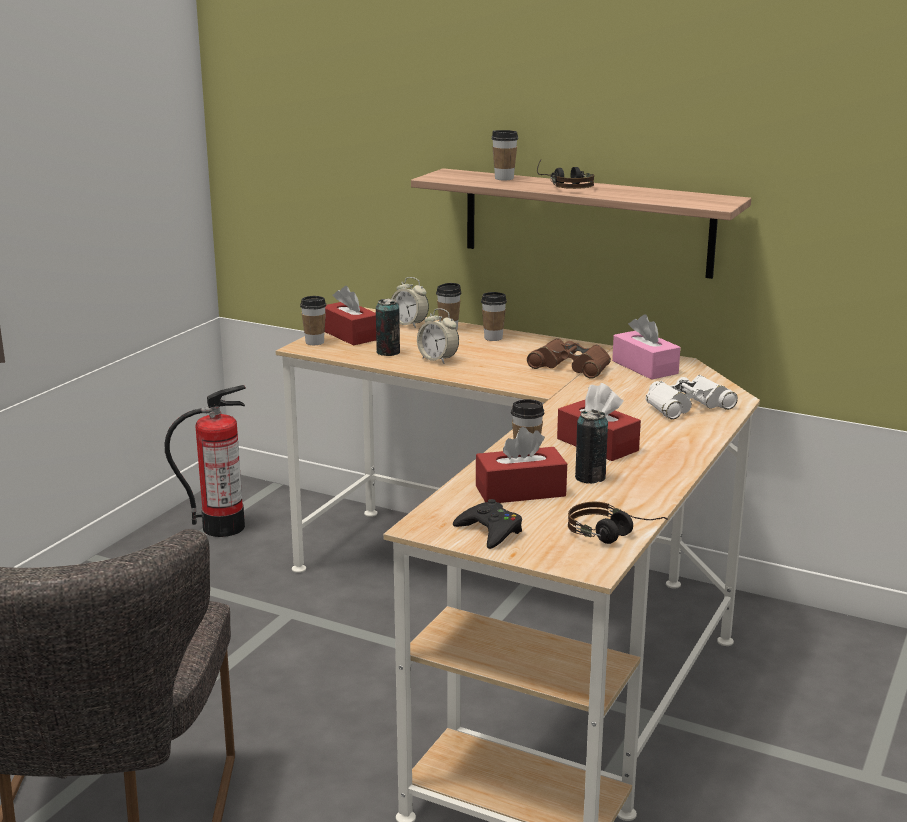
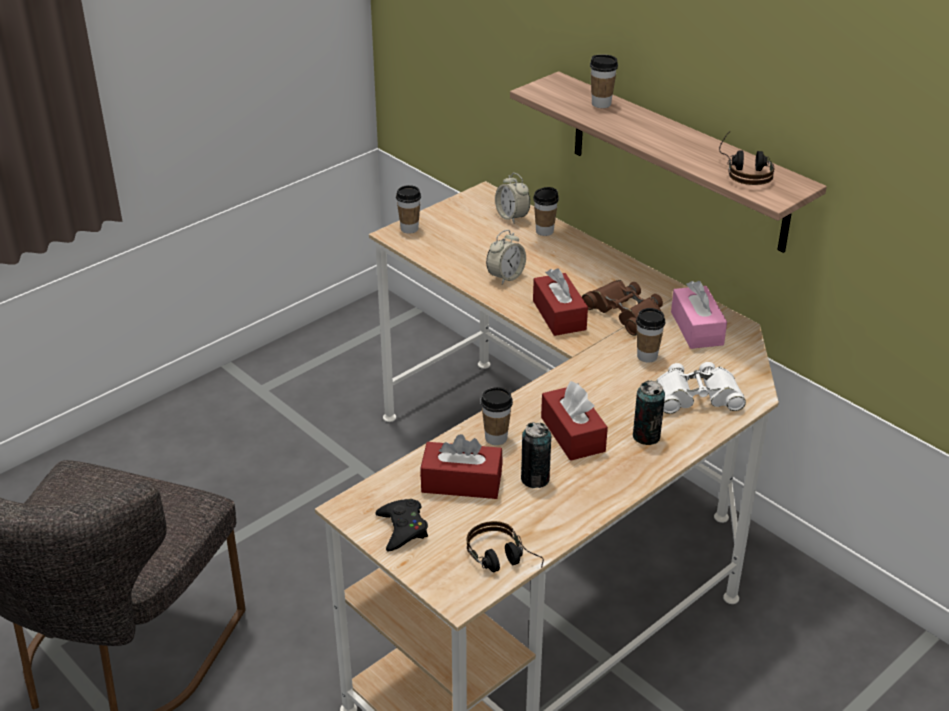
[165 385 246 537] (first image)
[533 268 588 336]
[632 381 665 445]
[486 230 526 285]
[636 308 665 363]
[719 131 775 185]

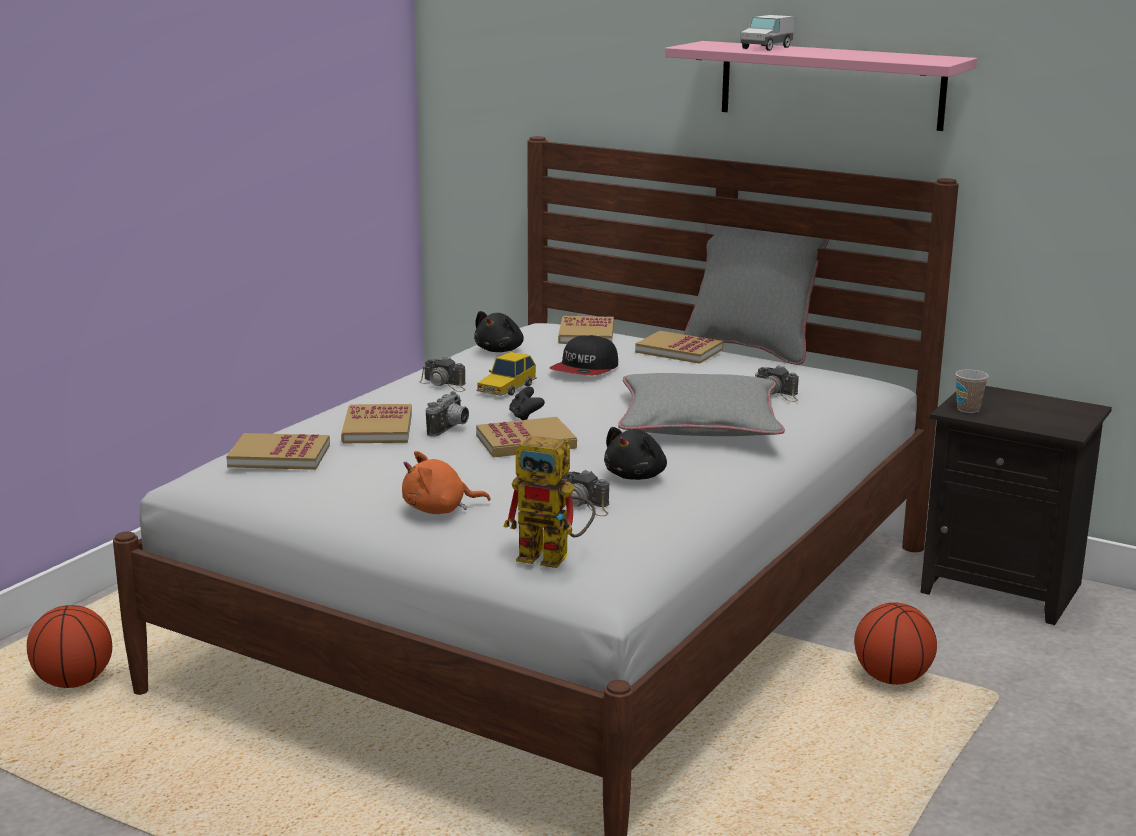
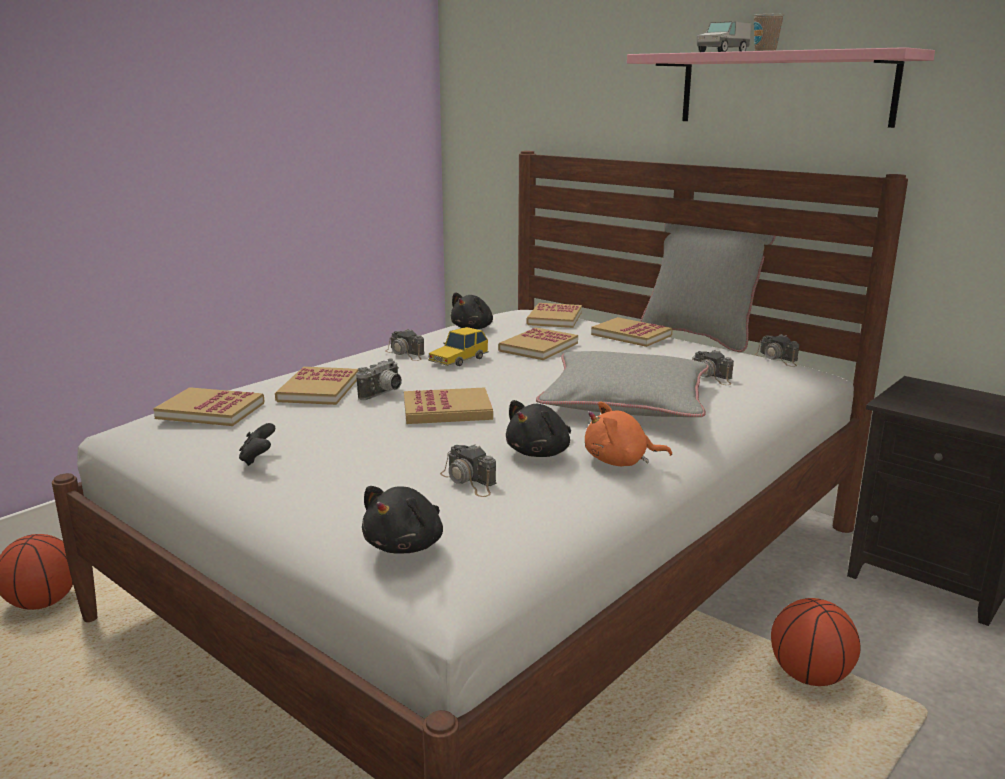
[585 401 672 466]
[362 486 443 554]
[239 423 276 466]
[498 327 578 360]
[753 14 784 51]
[755 334 799 367]

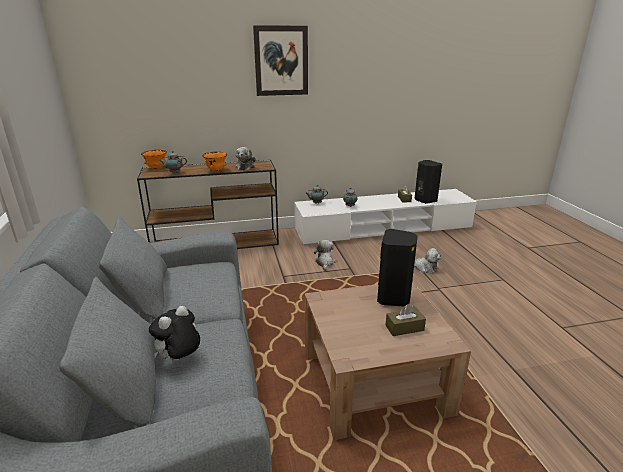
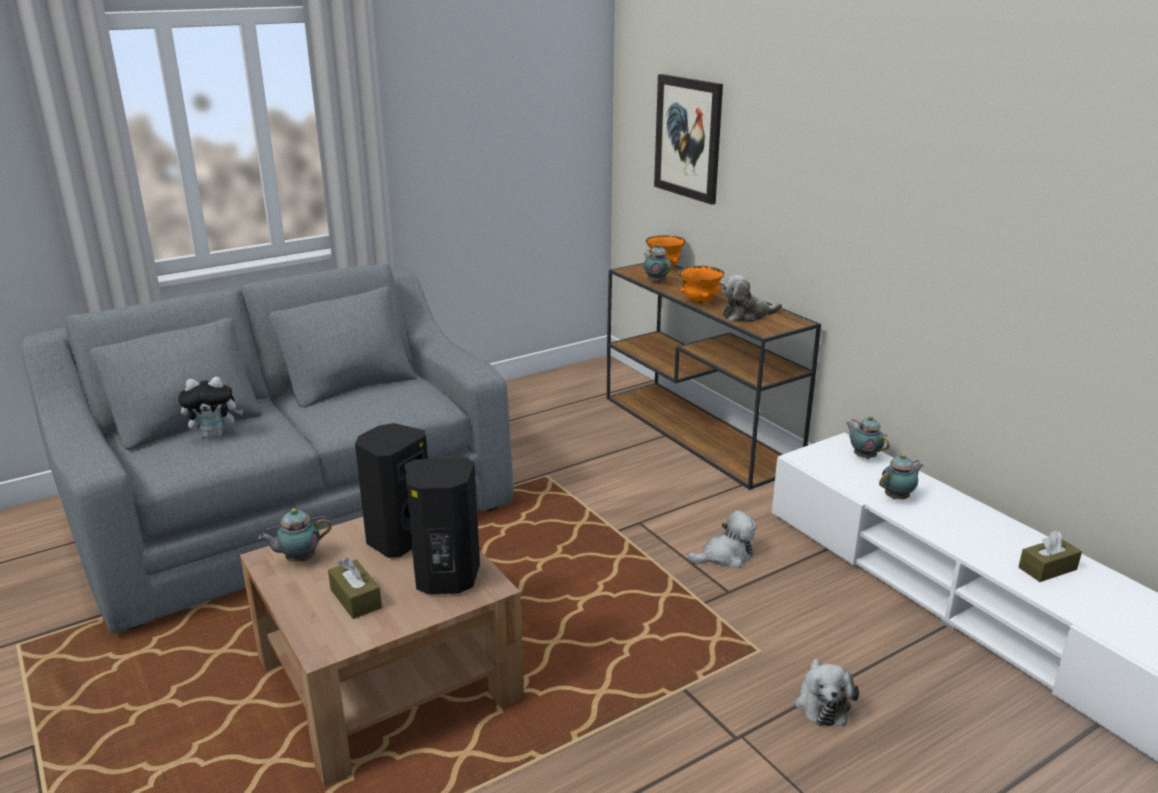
[178 377 244 438]
[654 74 723 205]
[355 423 428 558]
[258 508 332 562]

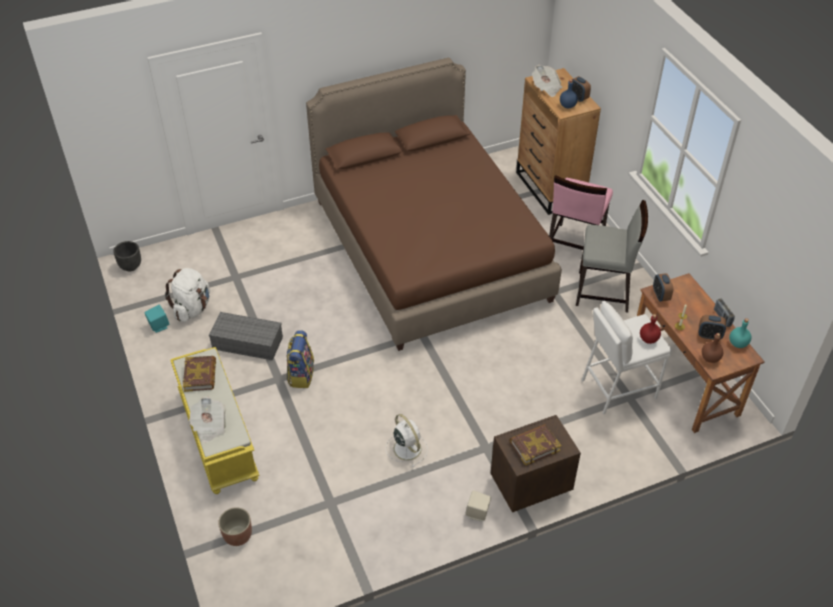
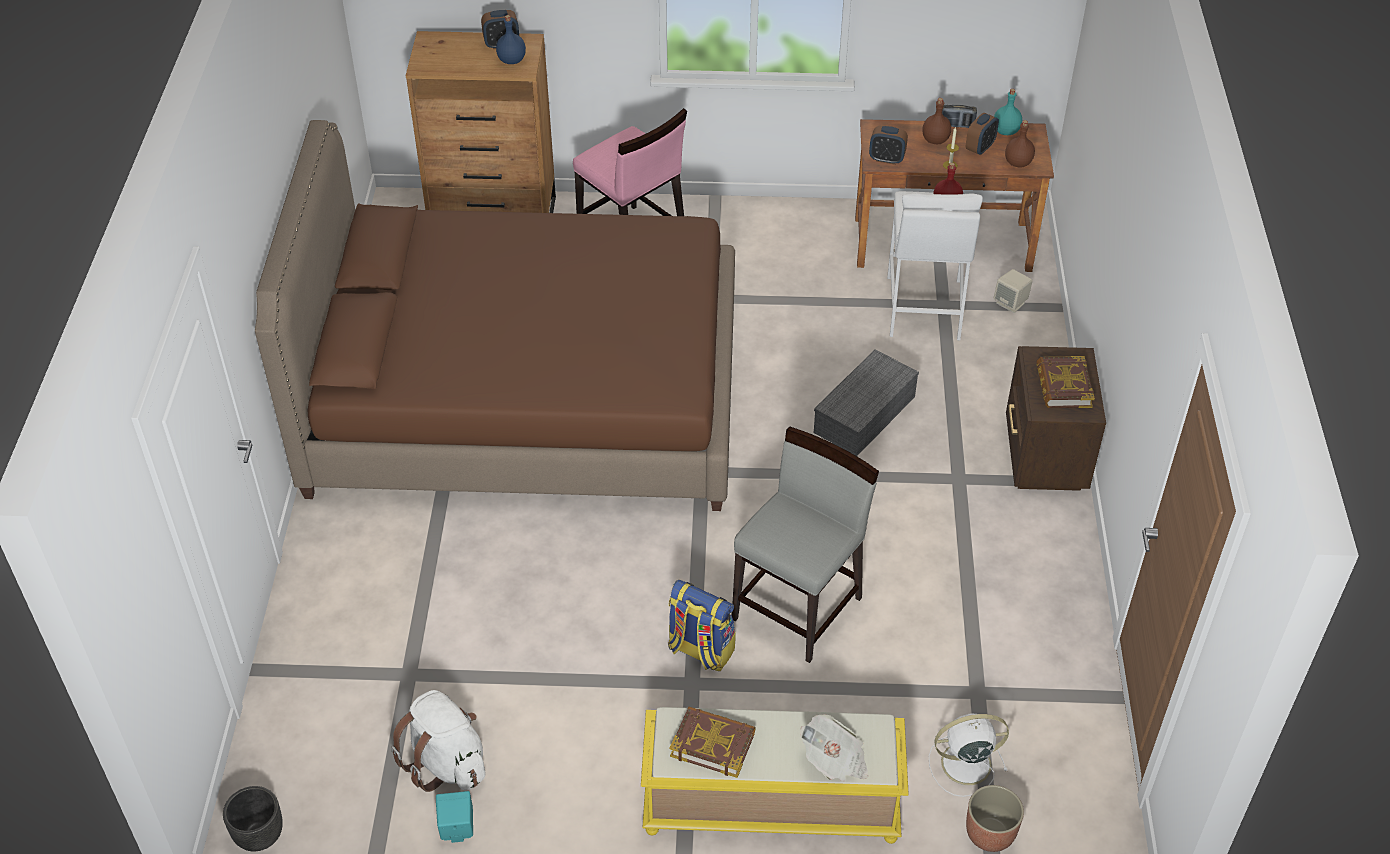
[814 349 919 456]
[929 713 1009 797]
[994 269 1033 313]
[532 65 562 97] (first image)
[732 427 879 663]
[922 98 951 144]

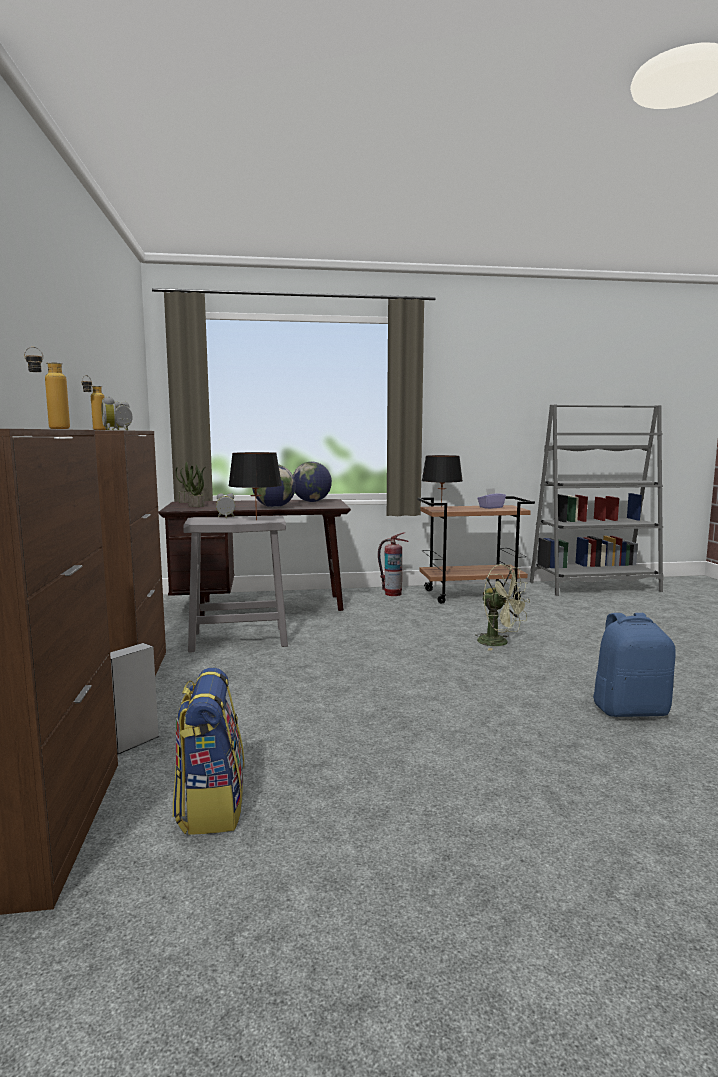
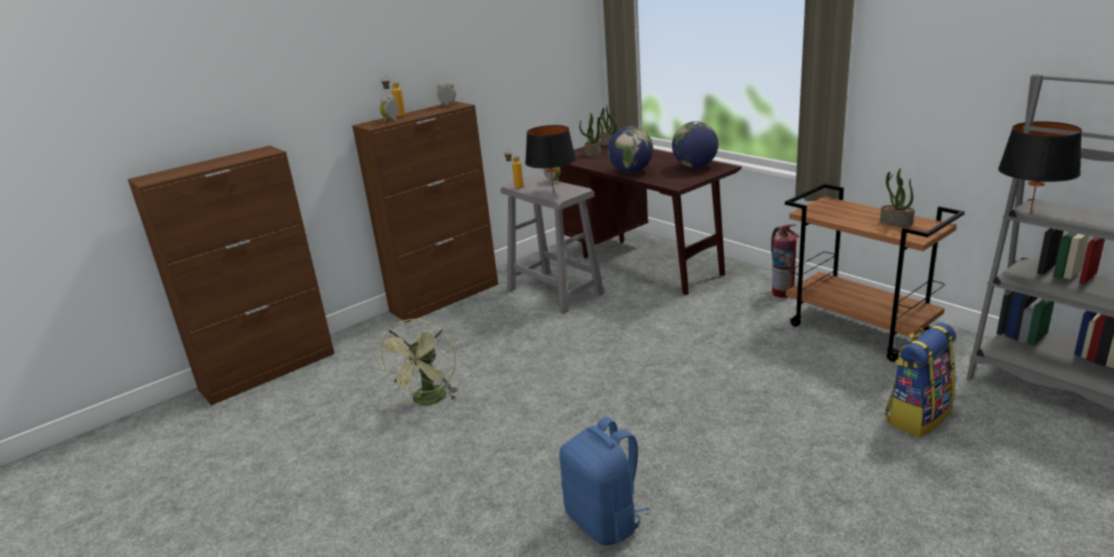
[504 149 524 188]
[110 643 159 755] (first image)
[885 323 956 438]
[998 121 1082 215]
[377 319 458 405]
[880 168 915 227]

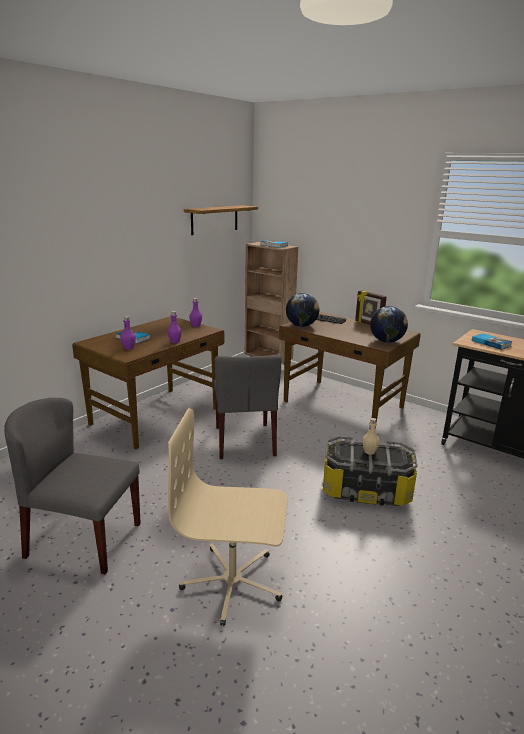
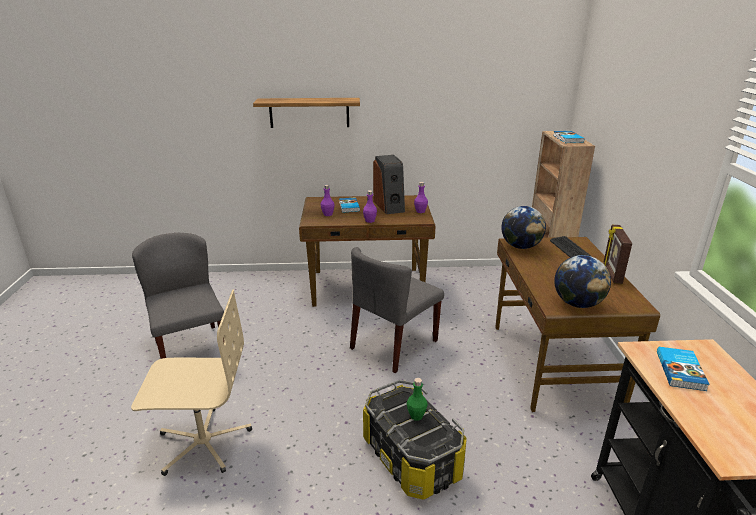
[131 289 252 476]
[253 98 360 128]
[407 378 428 421]
[373 155 405 214]

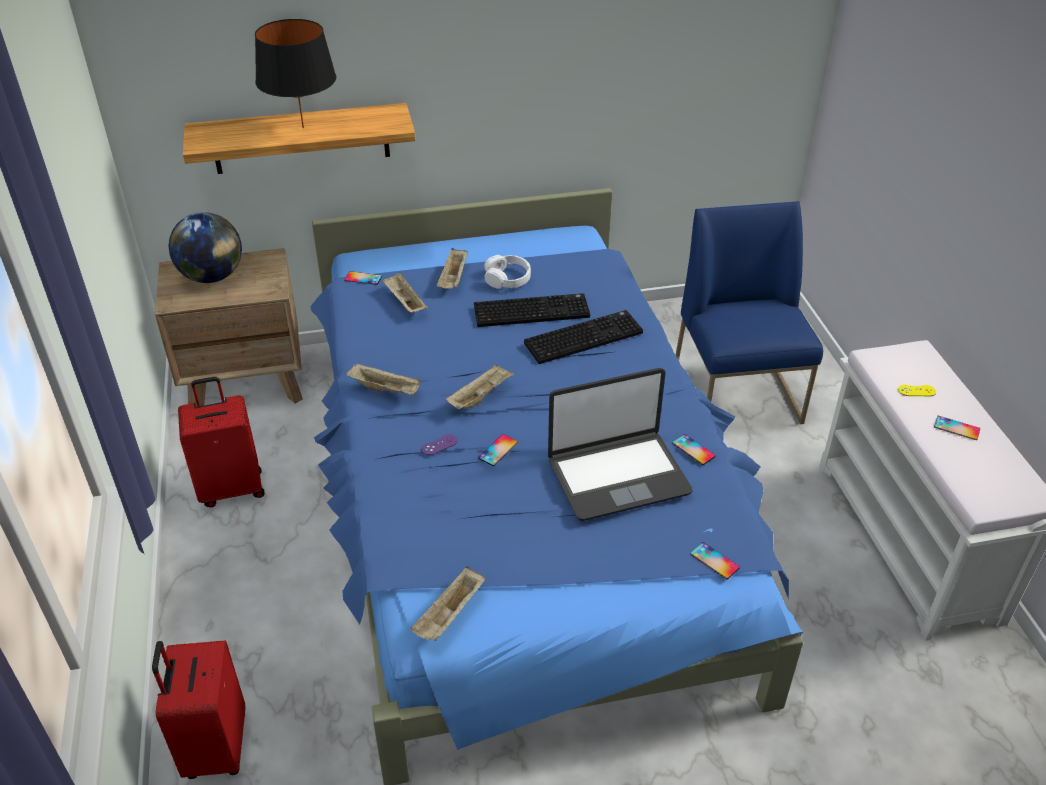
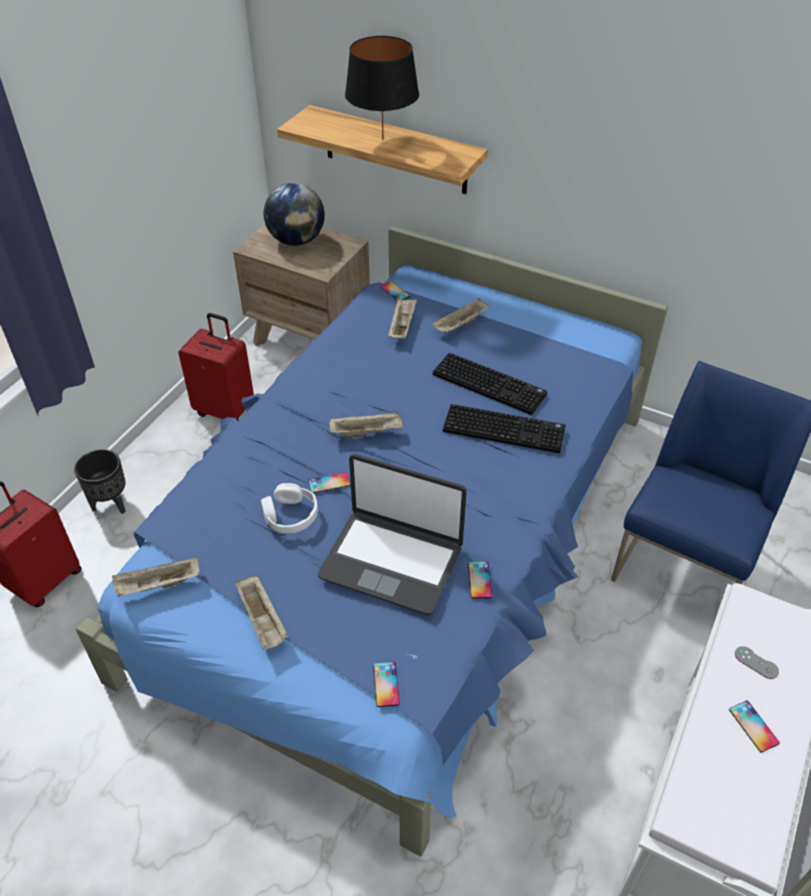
[235 575 288 650]
[421 434 458 455] (first image)
[261 483 318 534]
[735 646 779 679]
[74 449 126 514]

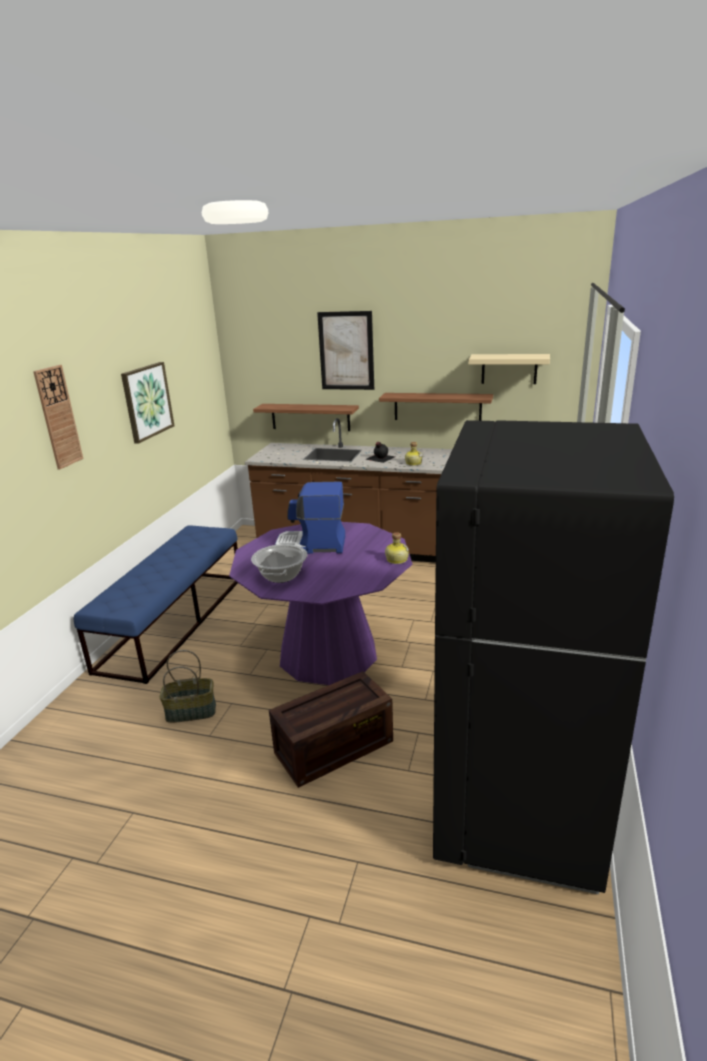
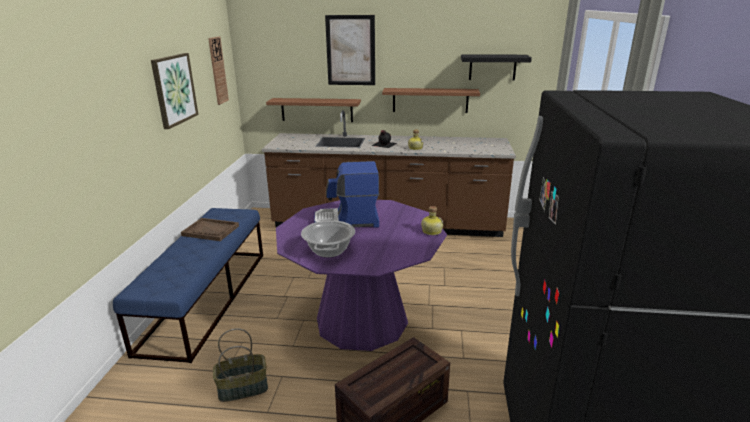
[208 36 229 105]
[461 54 532 80]
[181 218 239 241]

